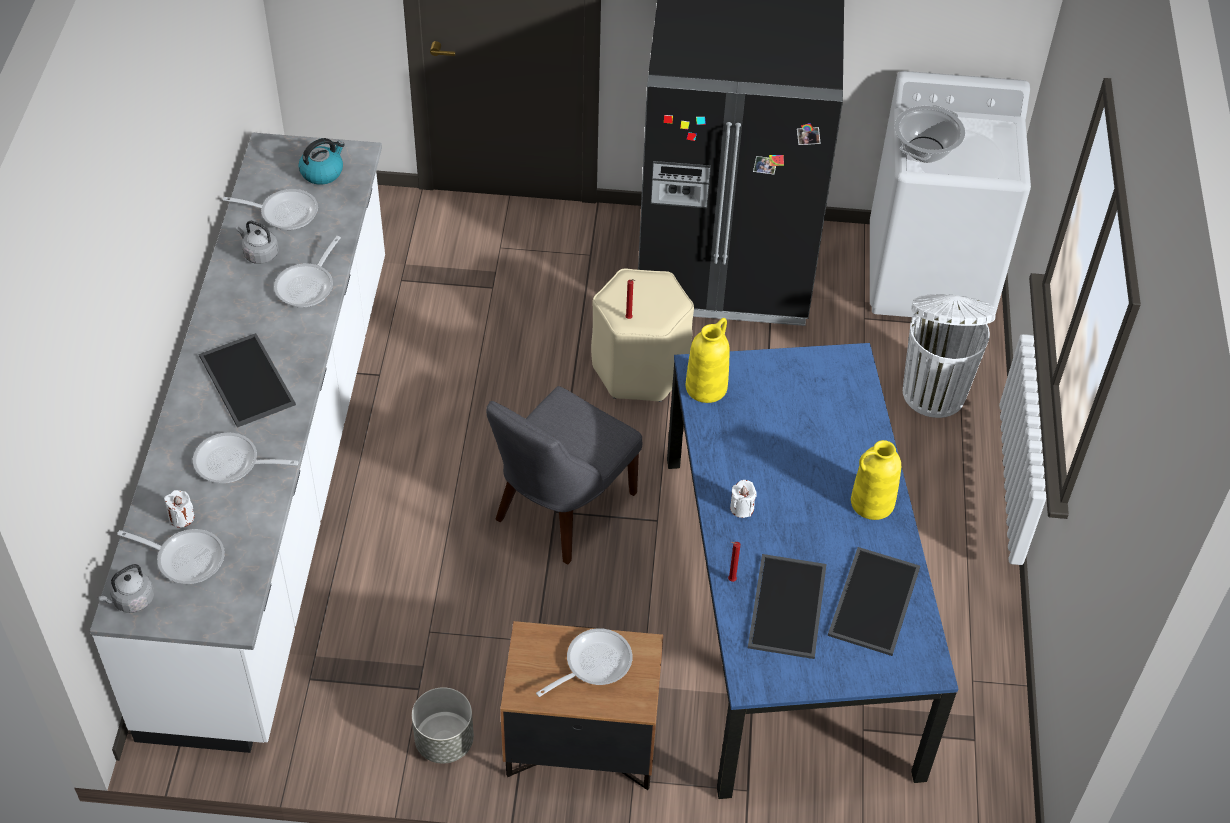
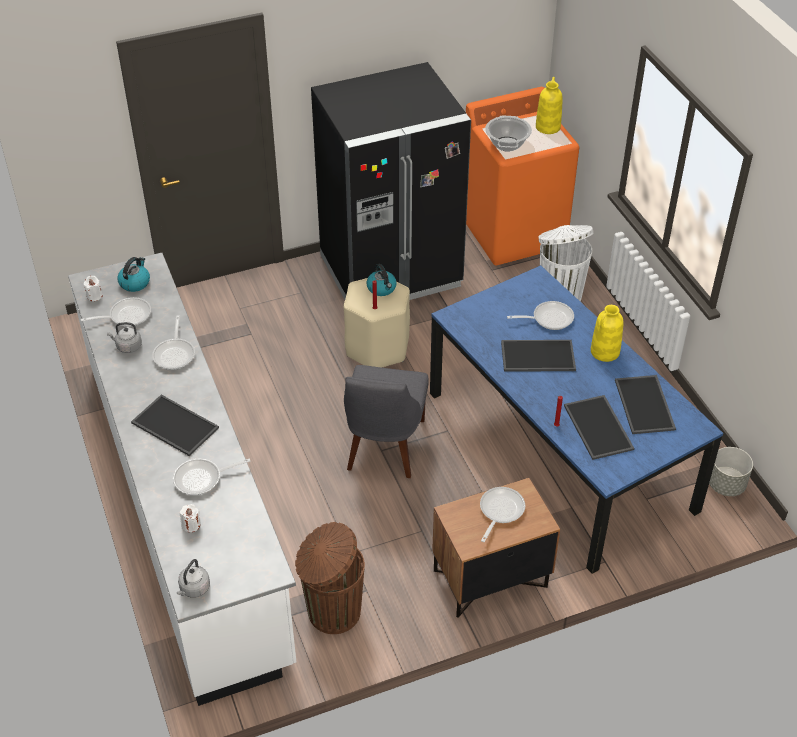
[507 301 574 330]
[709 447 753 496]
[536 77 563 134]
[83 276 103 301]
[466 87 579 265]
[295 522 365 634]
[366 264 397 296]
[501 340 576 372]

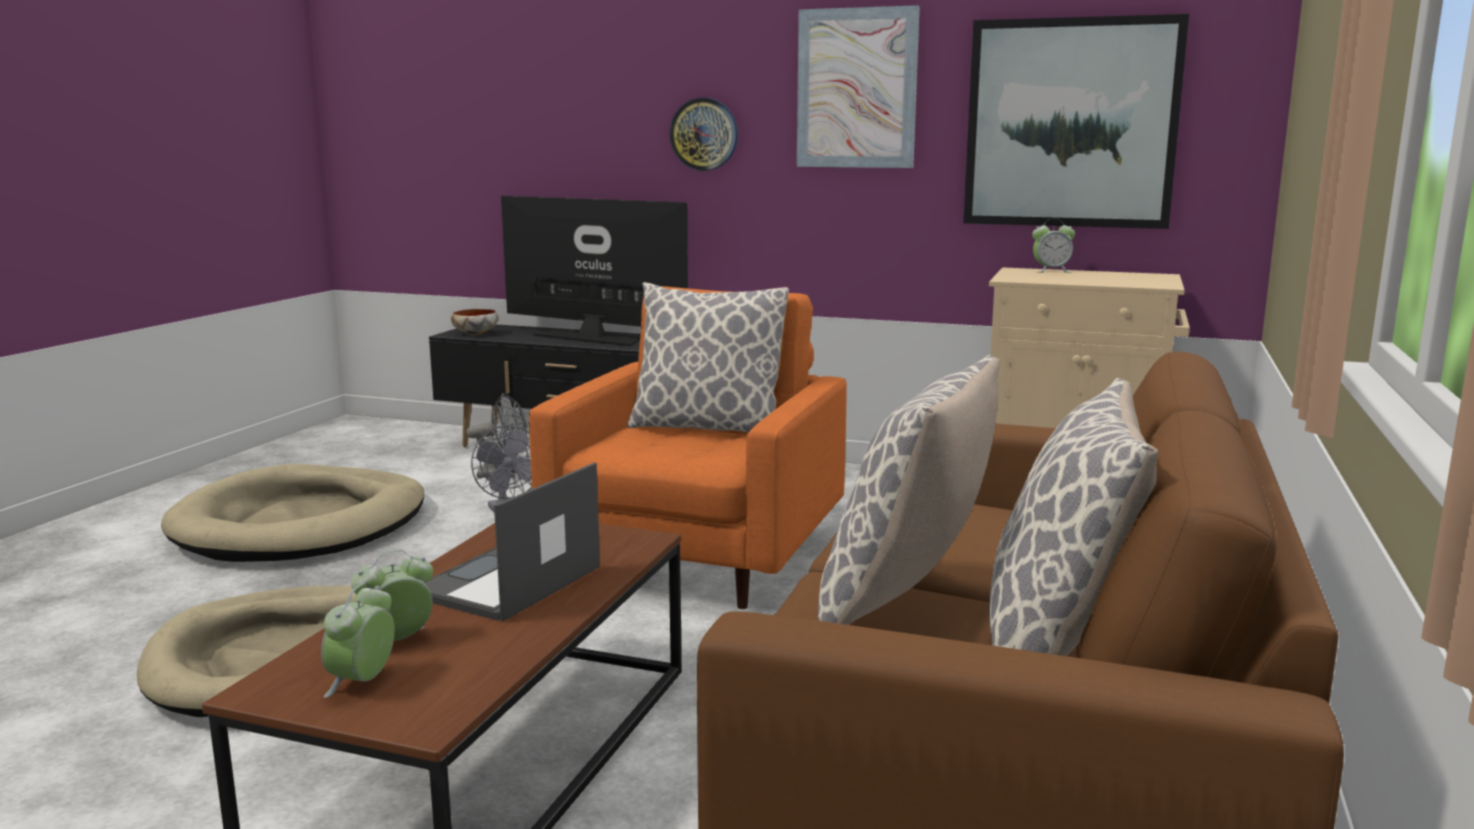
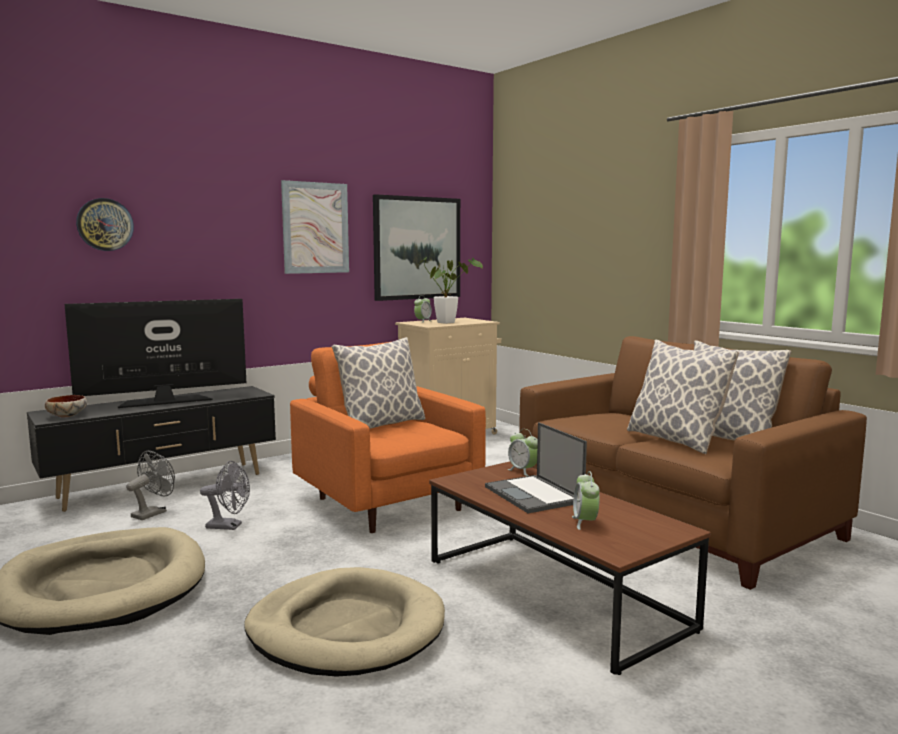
[507 429 538 476]
[76 198 134 251]
[418 257 483 324]

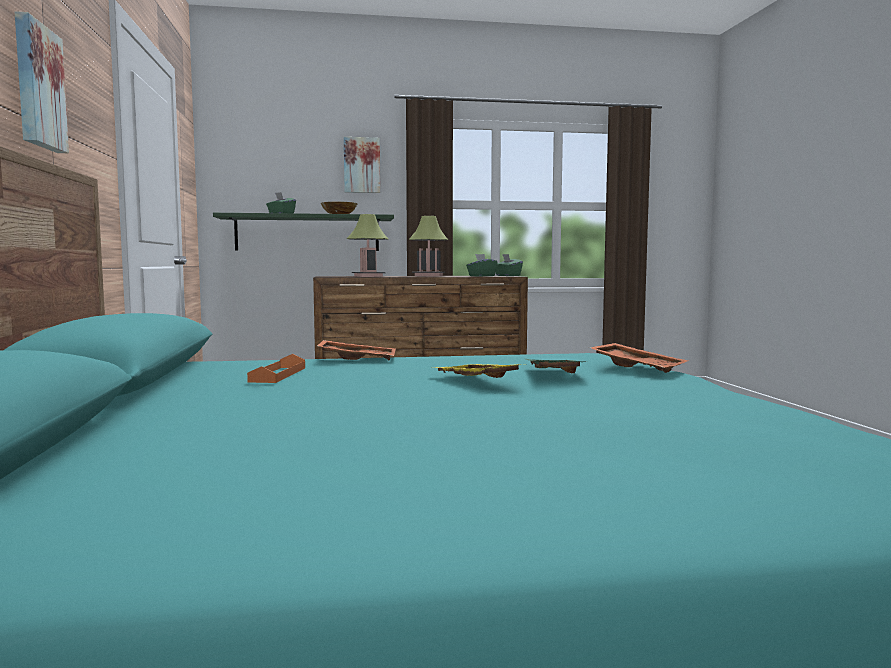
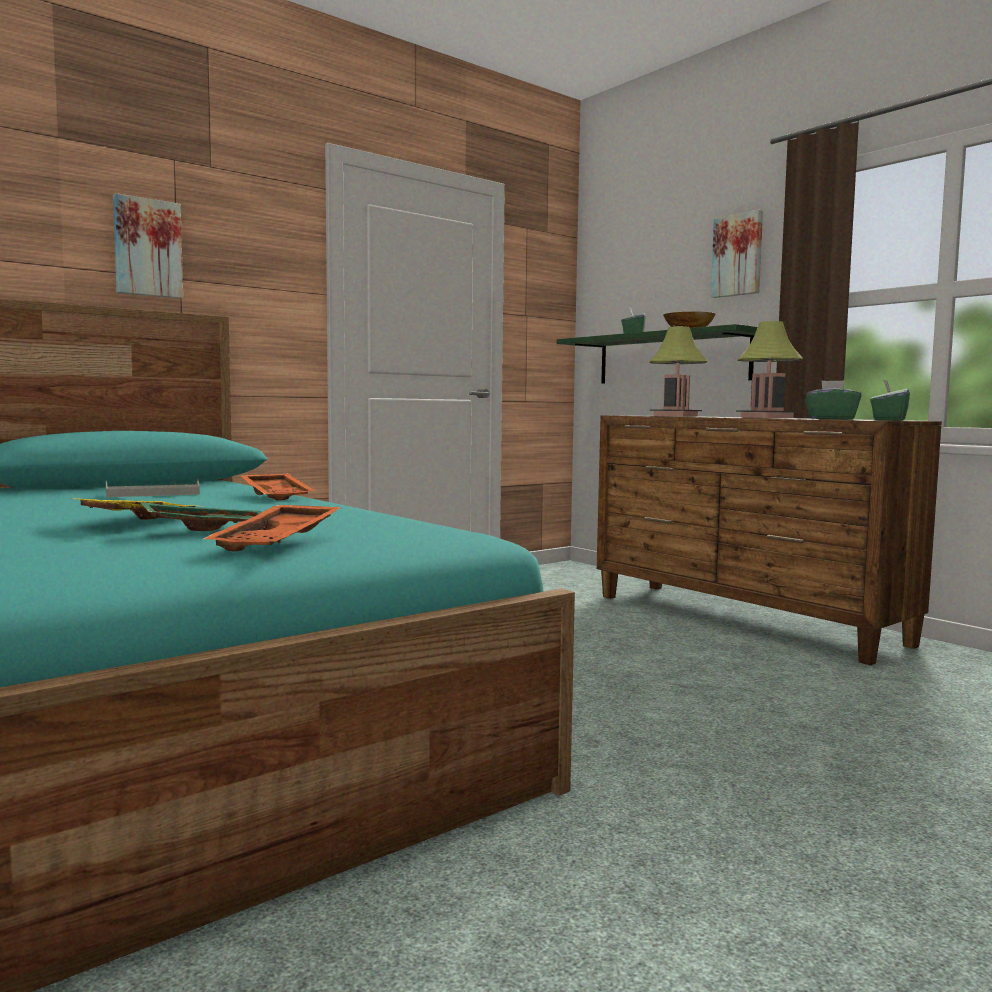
[106 479 200 497]

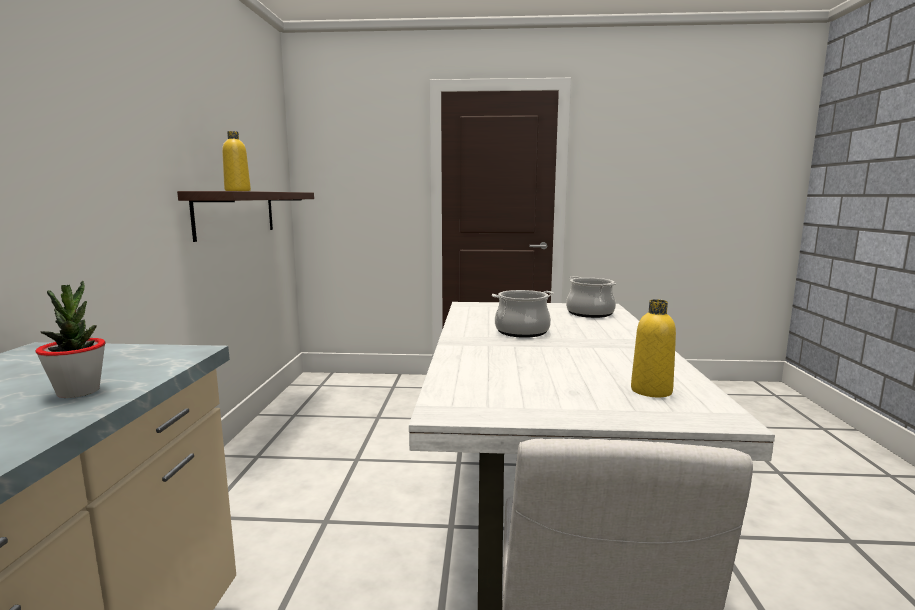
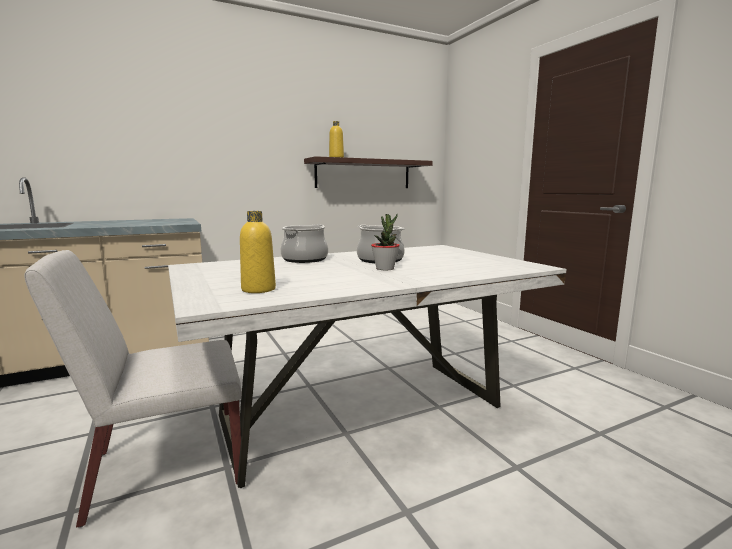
[371 214 400 270]
[280 224 328 263]

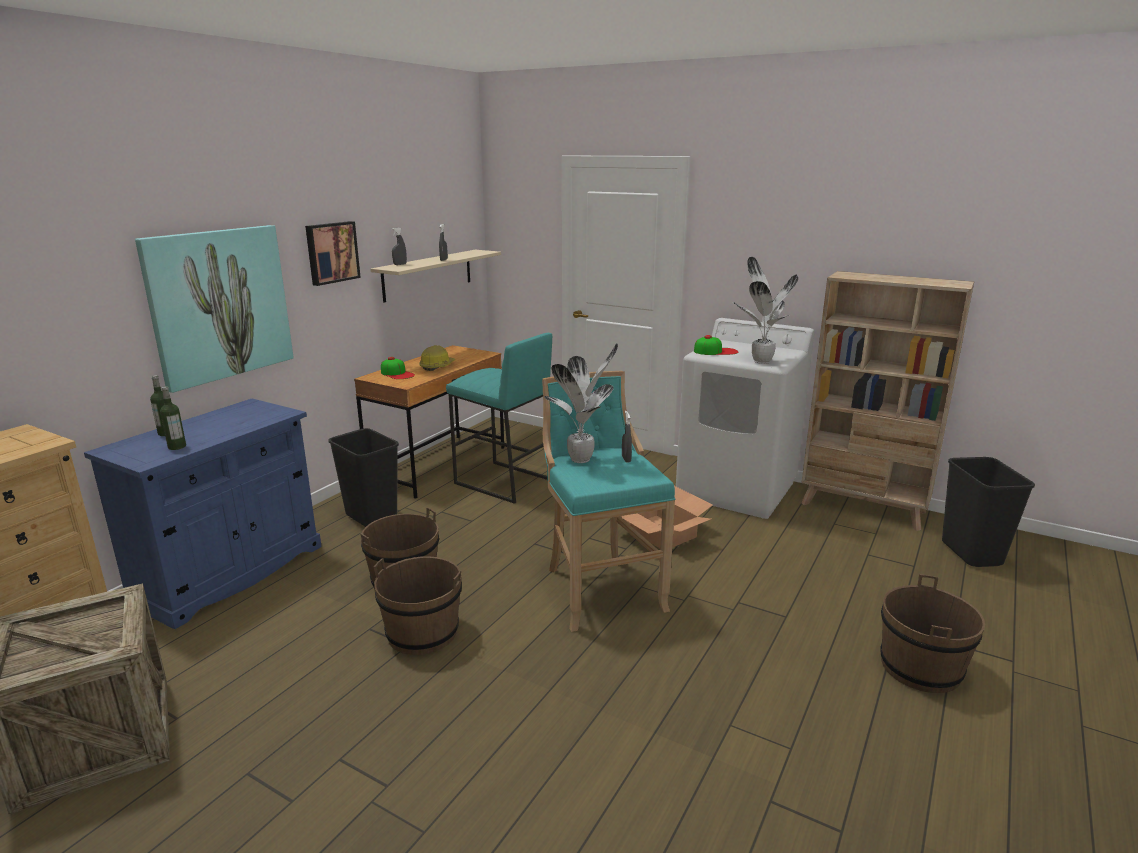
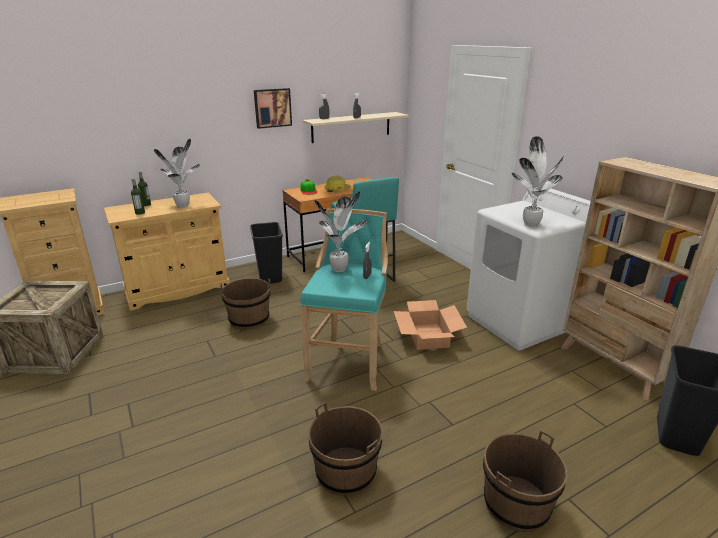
[104 193 230 311]
[135 225 294 393] (first image)
[309 402 383 496]
[694 335 739 355] (first image)
[154 139 200 208]

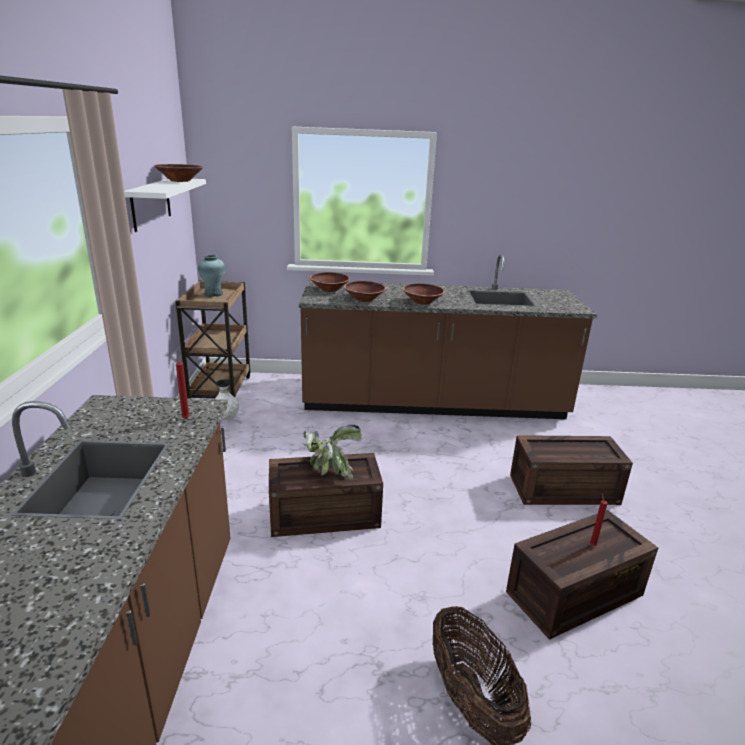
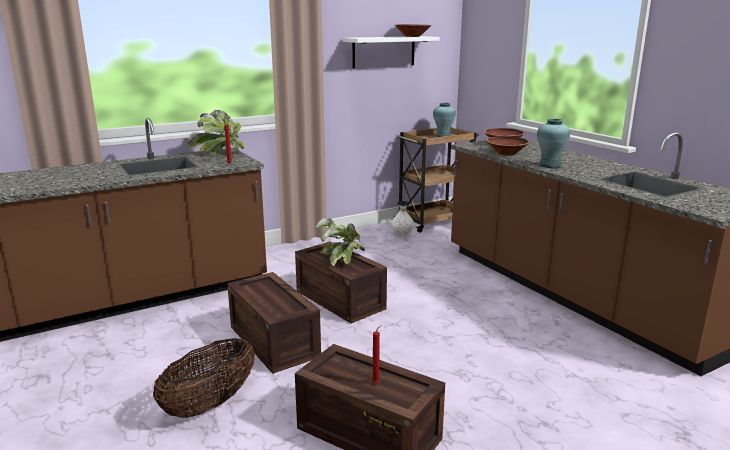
[537 118 570 168]
[227 272 321 374]
[187 110 246 155]

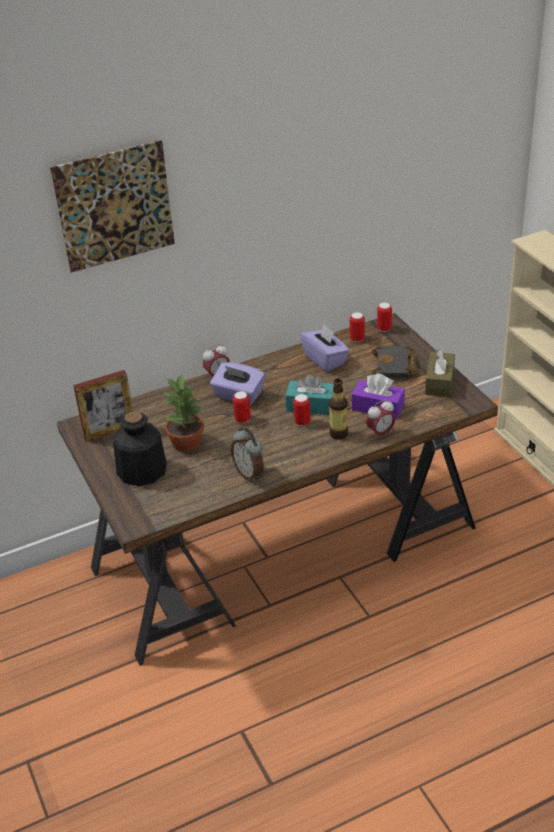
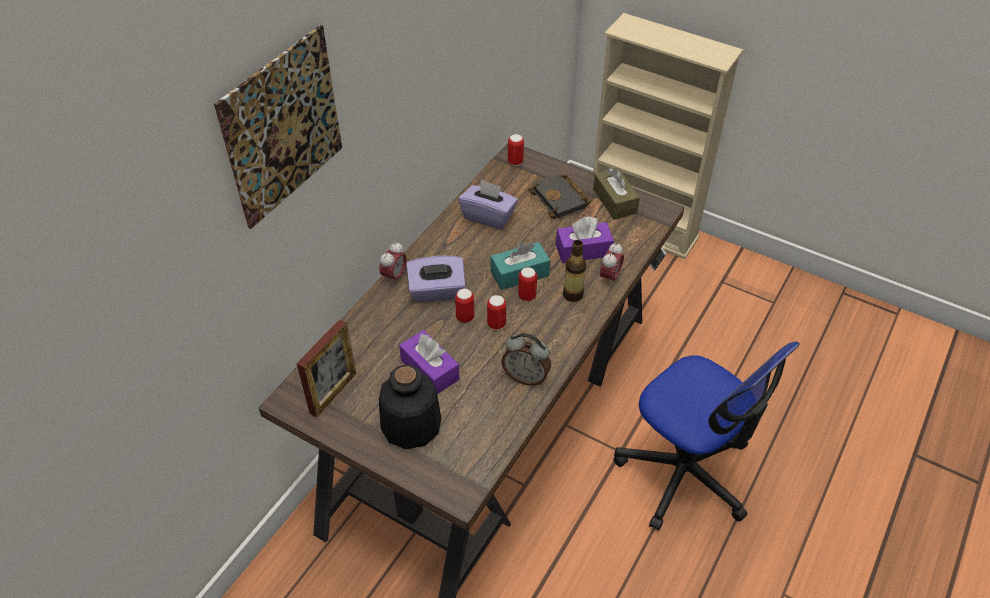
[399 330 459 394]
[487 295 506 330]
[614 341 800 531]

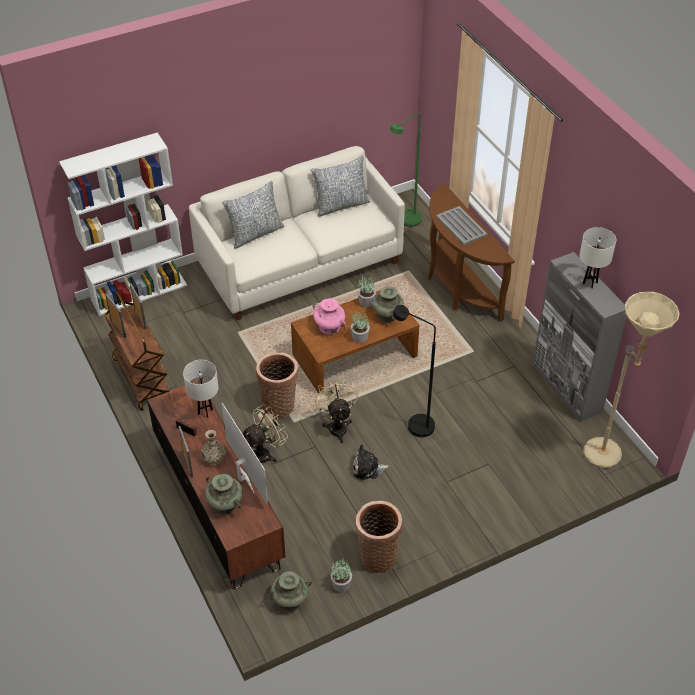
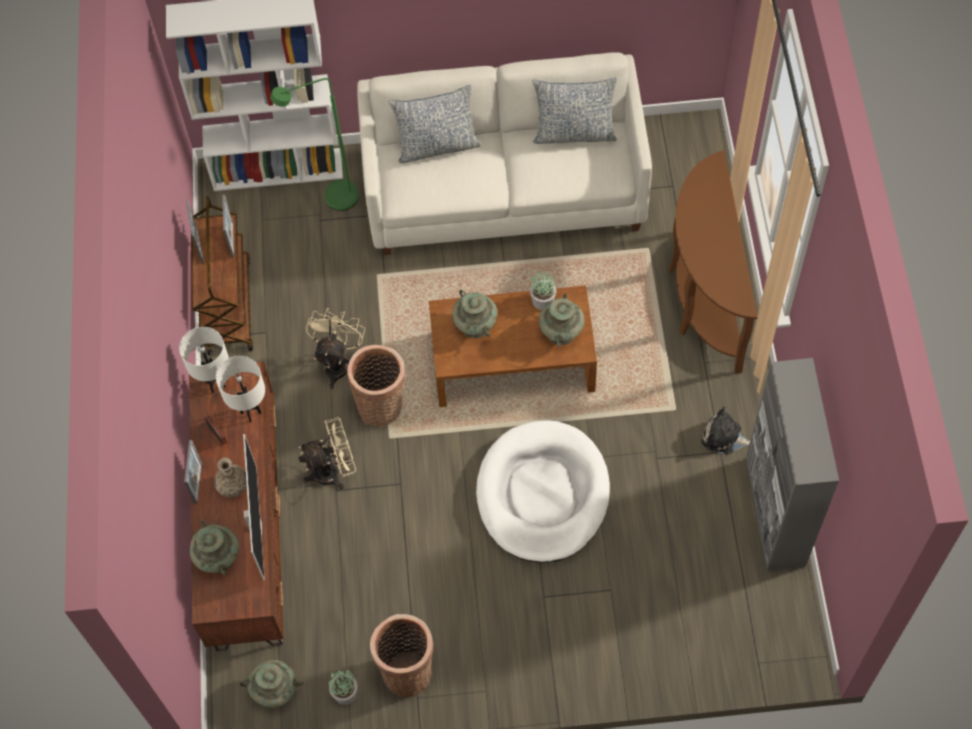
[453 290 497 338]
[306 308 365 389]
[351 309 370 343] (first image)
[702 407 750 455]
[270 78 359 211]
[476 420 610 563]
[436 206 487 245] (first image)
[179 327 229 394]
[583 292 680 468] (first image)

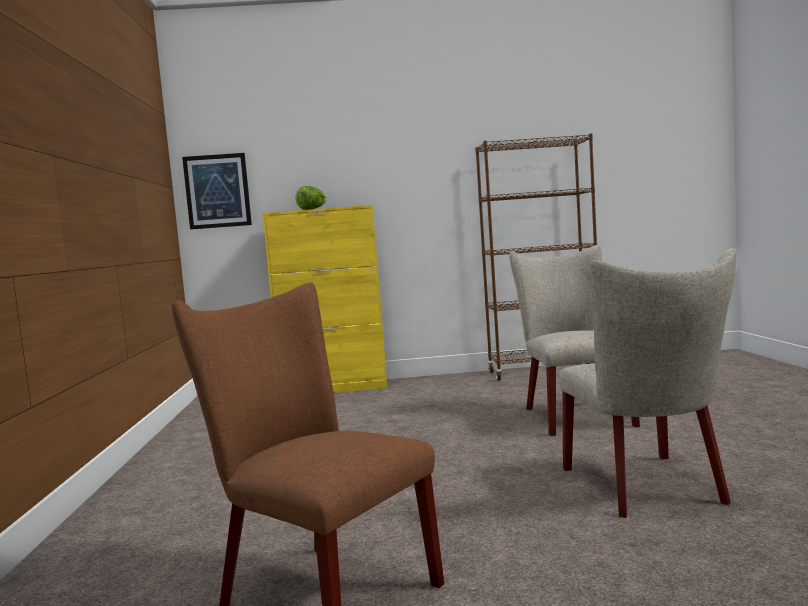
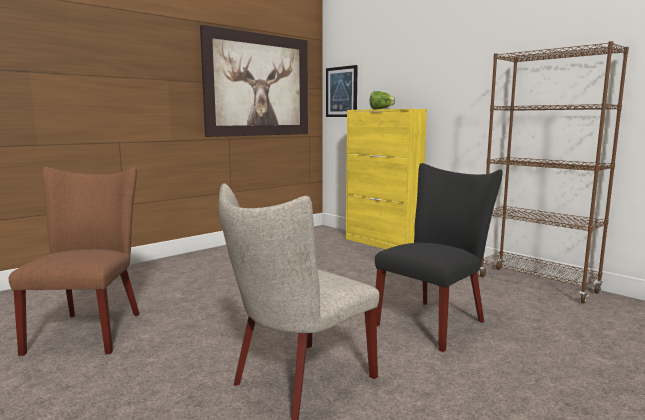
[375 163 503 352]
[200 25 308 137]

